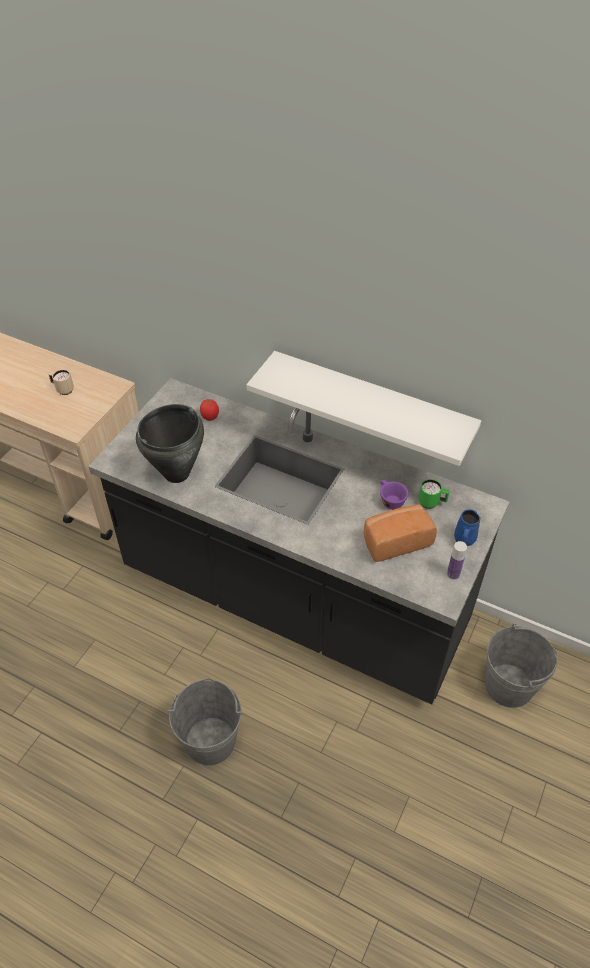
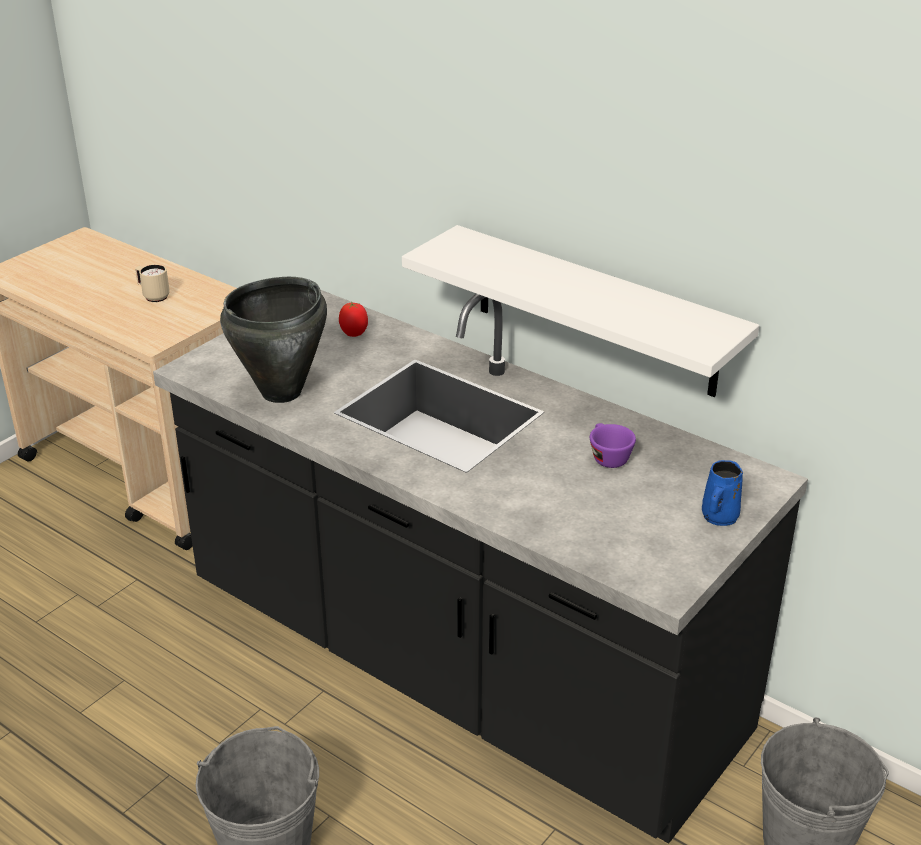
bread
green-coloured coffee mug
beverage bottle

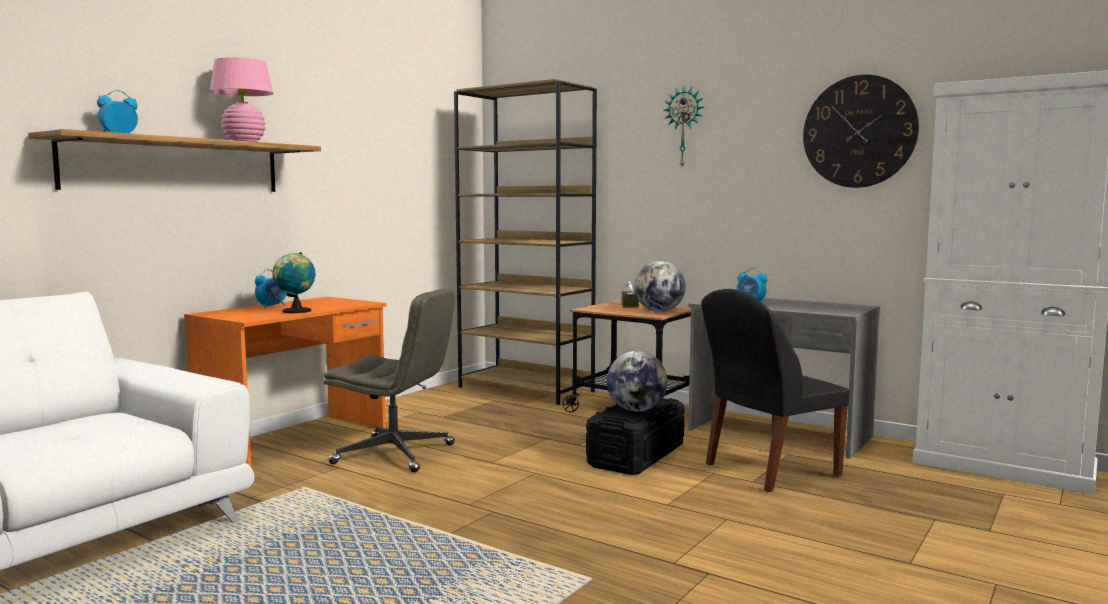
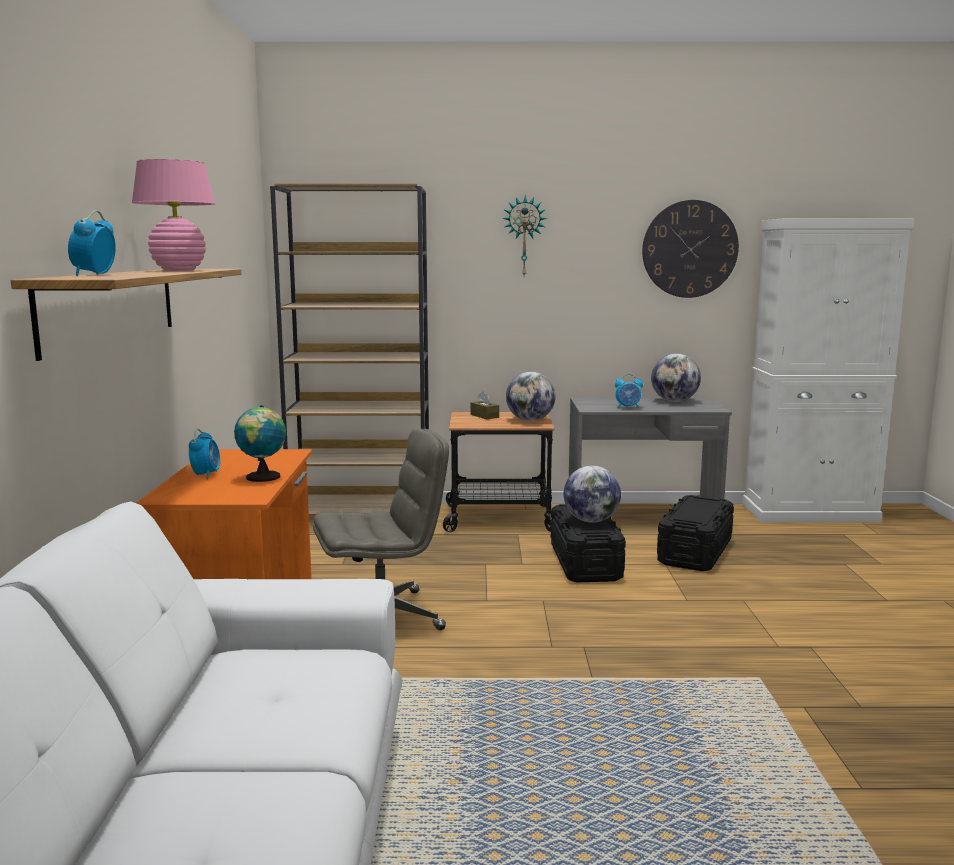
black storage container (no. 2 from left)
world globe (no. 4 from left)

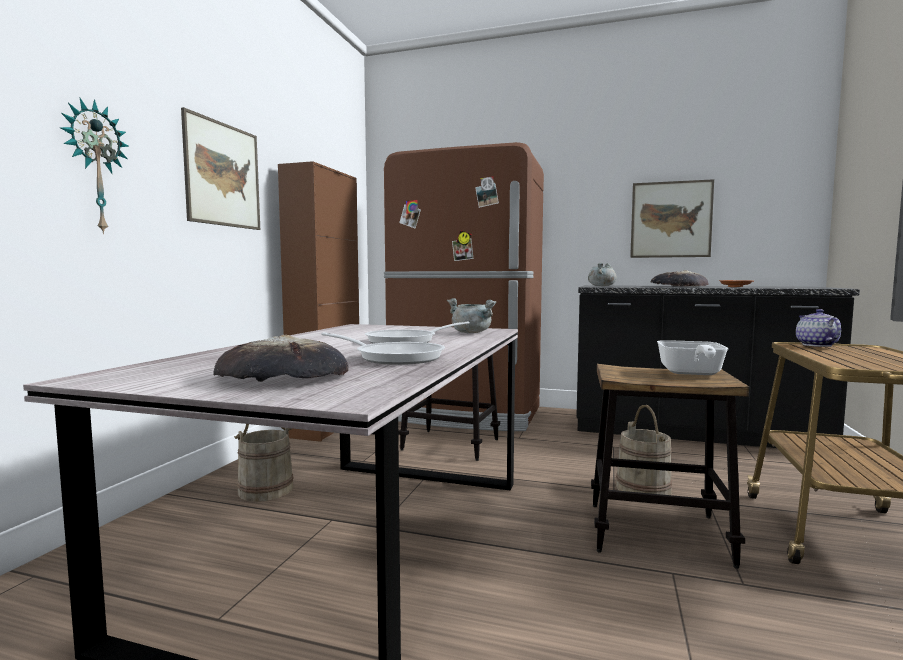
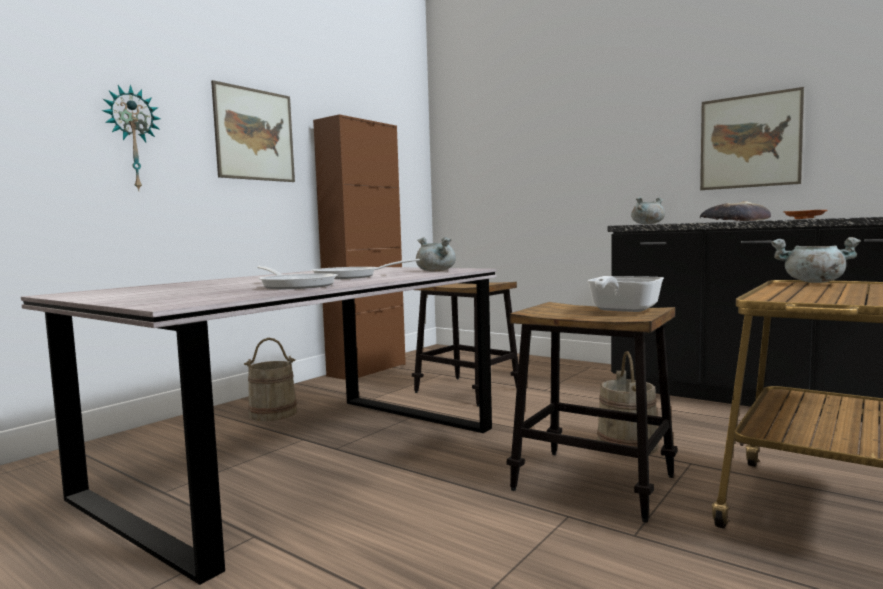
bread (no. 1 from left in the first image)
brown-coloured kitchen fridge
grey saucepot (no. 3 from left)

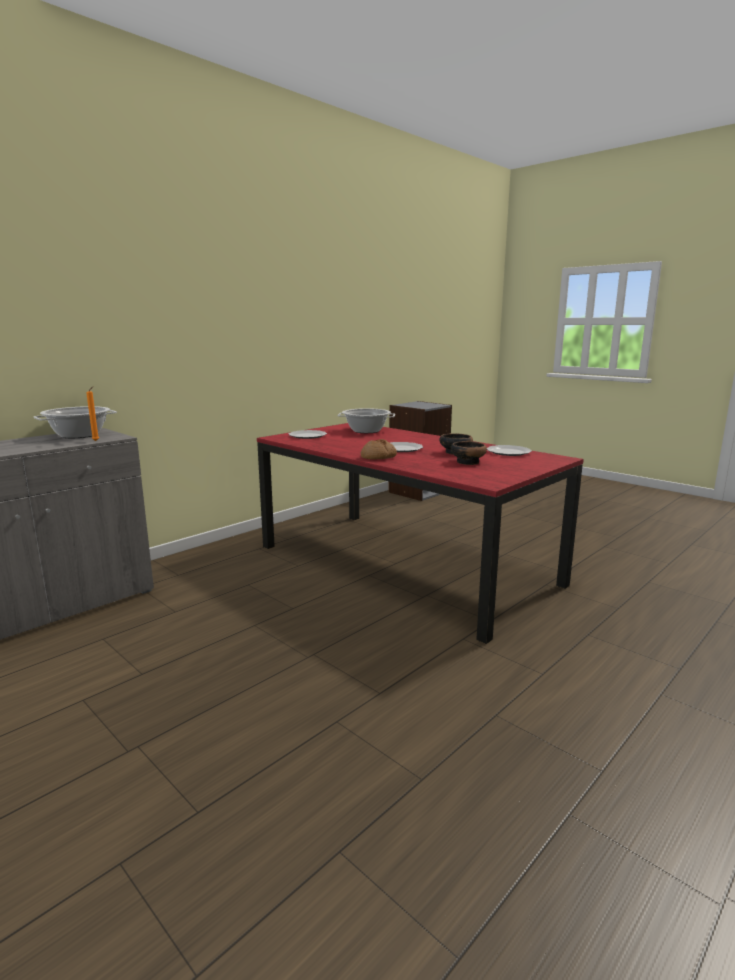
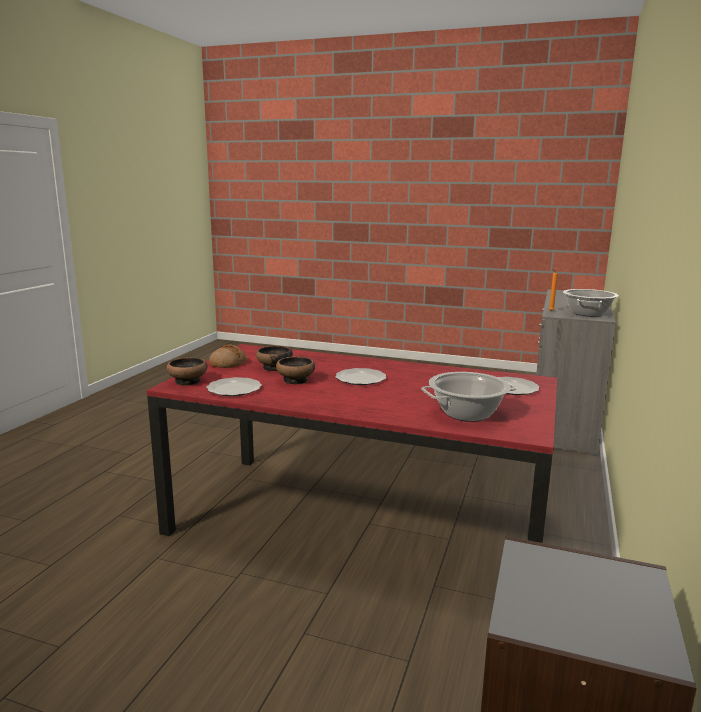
bread
serving bowl (no. 1 from left)

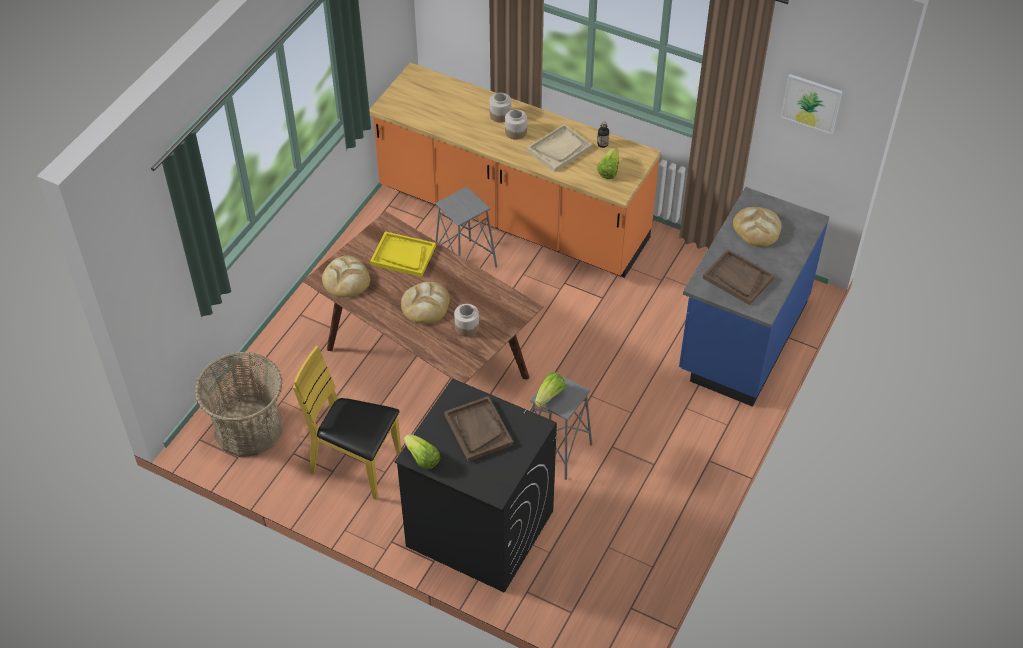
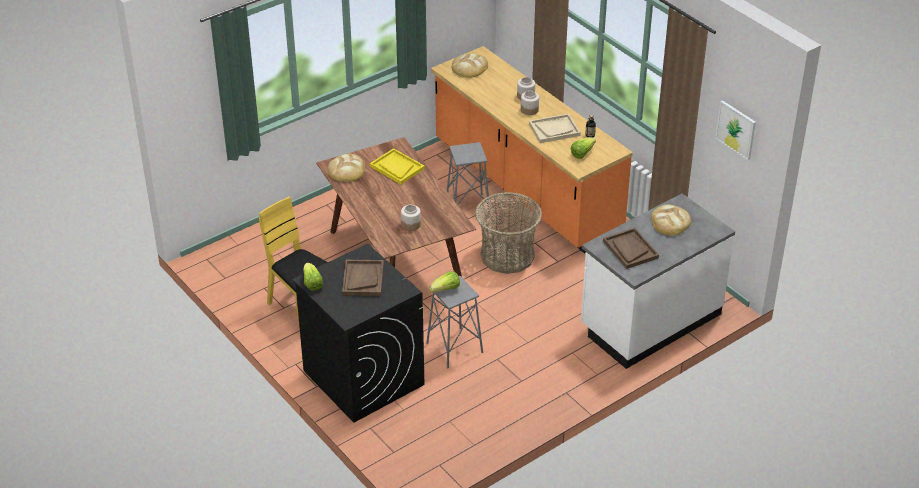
household basket
bread (no. 2 from left)
white-coloured counter

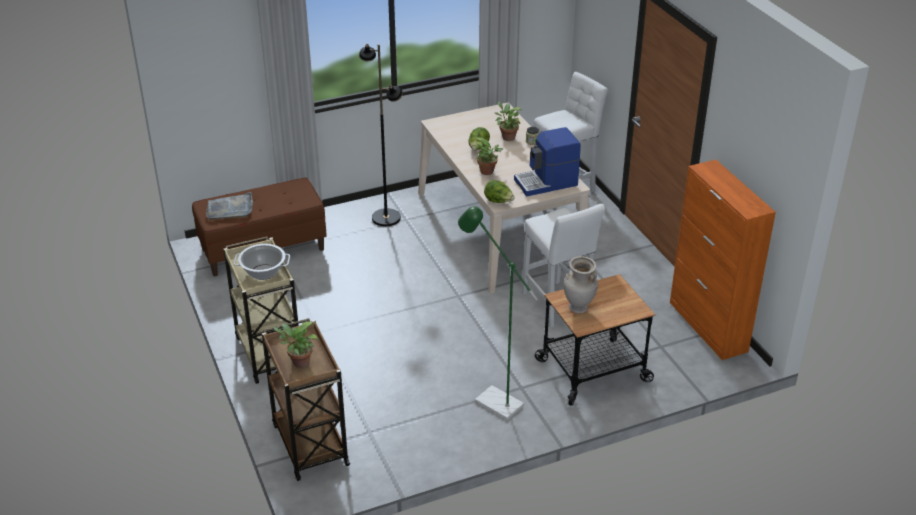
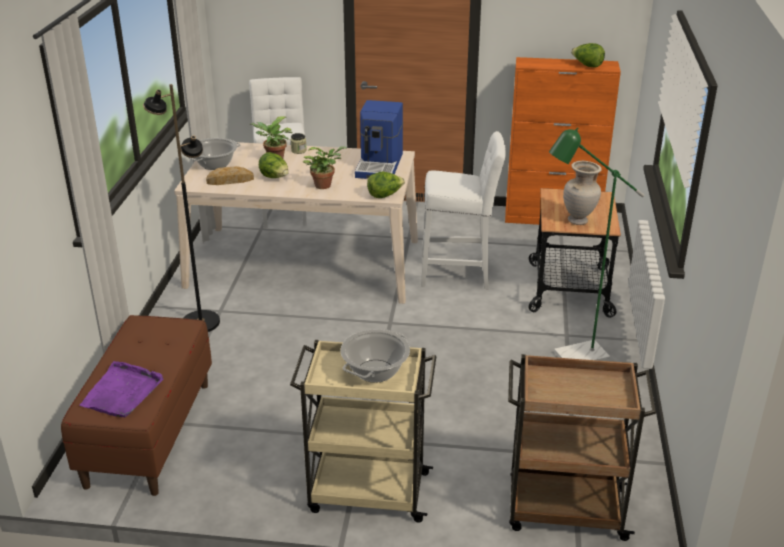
purplish carrying tray
houseplant (no. 1 from left in the first image)
saucepot (no. 1 from left)
bread
lettuce (no. 3 from left)

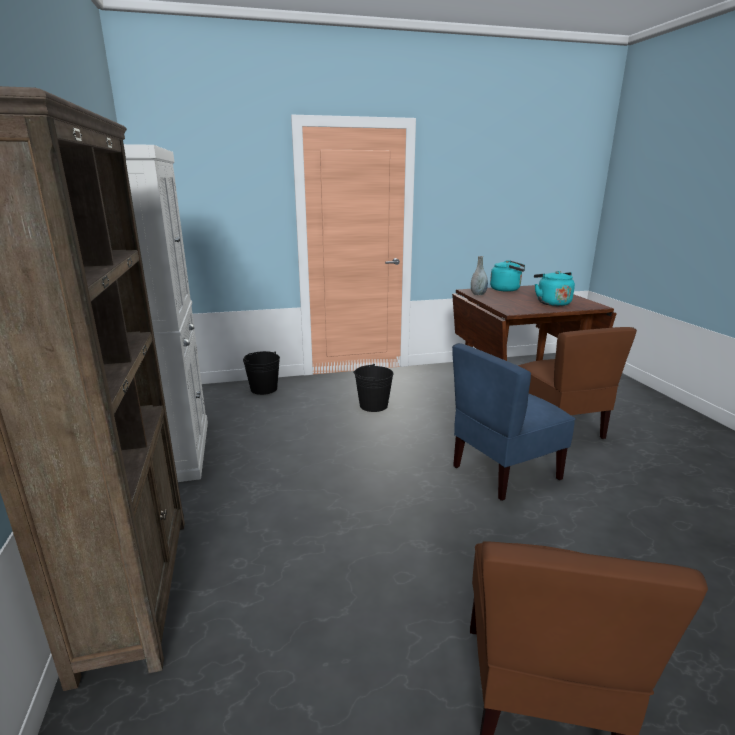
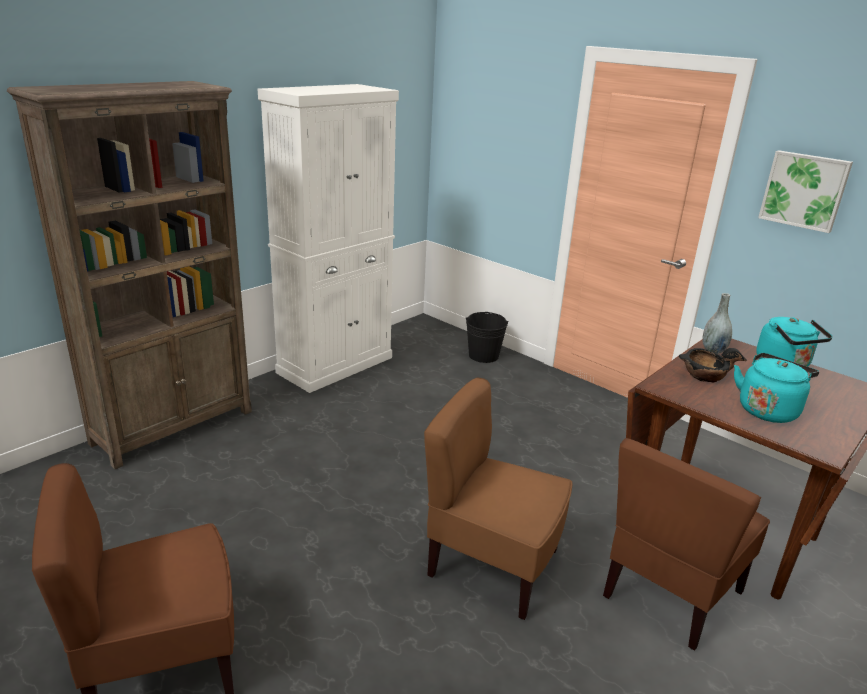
black bucket (no. 2 from left in the first image)
brown-coloured chair (no. 2 from left)
black serving bowl
wall picture

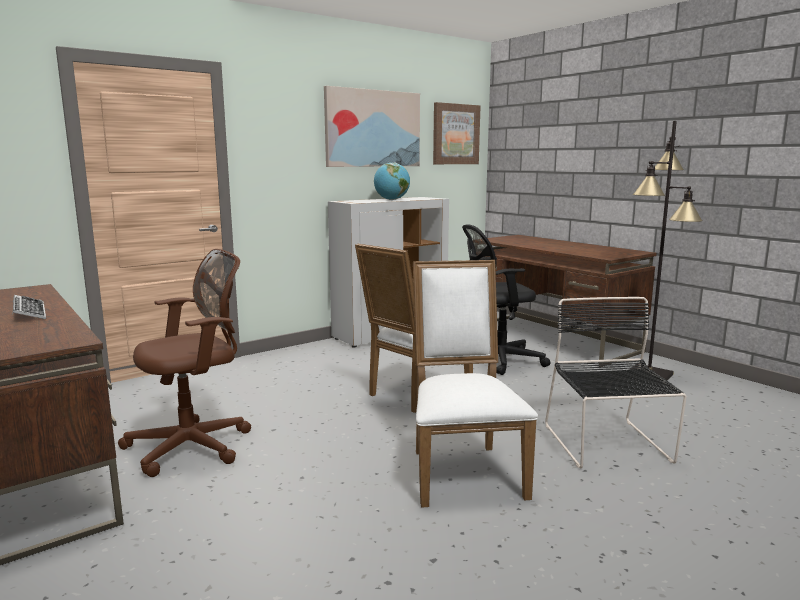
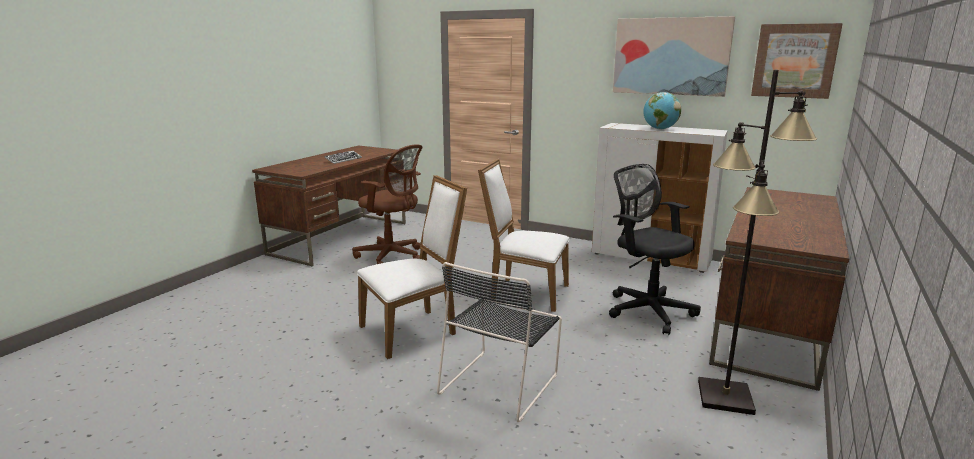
black chair

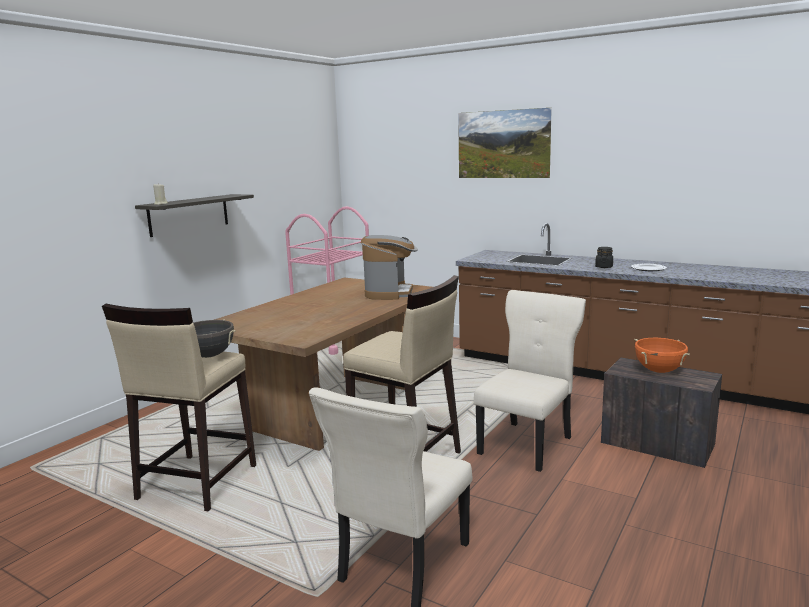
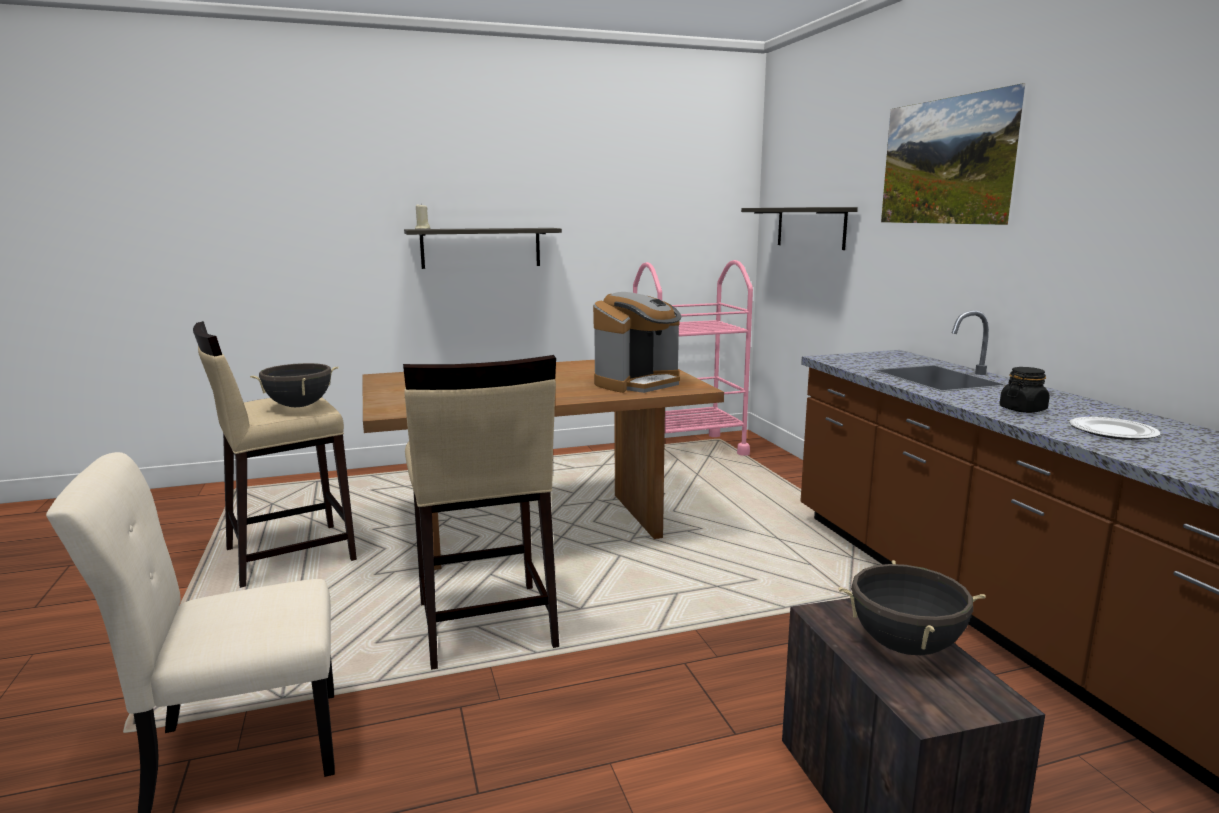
sand-coloured chair (no. 2 from left in the first image)
black saucepot (no. 2 from left)
bracket shelf (no. 2 from left)

